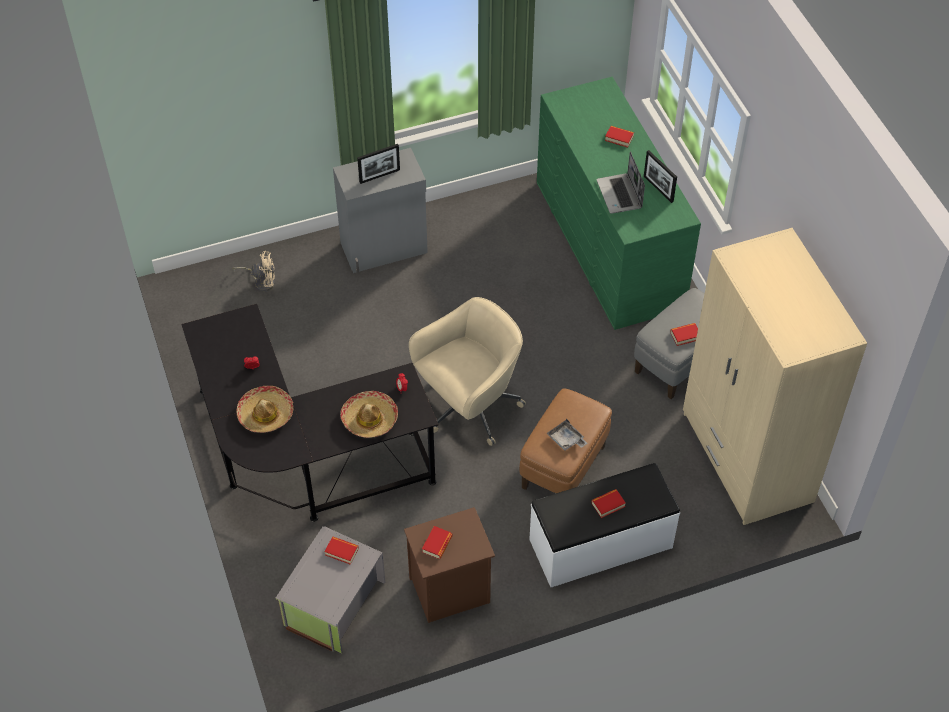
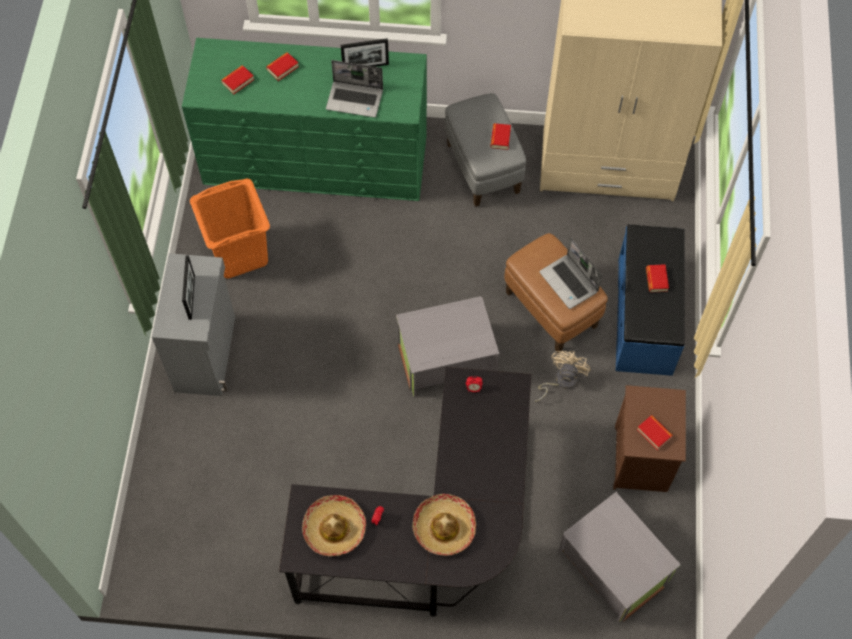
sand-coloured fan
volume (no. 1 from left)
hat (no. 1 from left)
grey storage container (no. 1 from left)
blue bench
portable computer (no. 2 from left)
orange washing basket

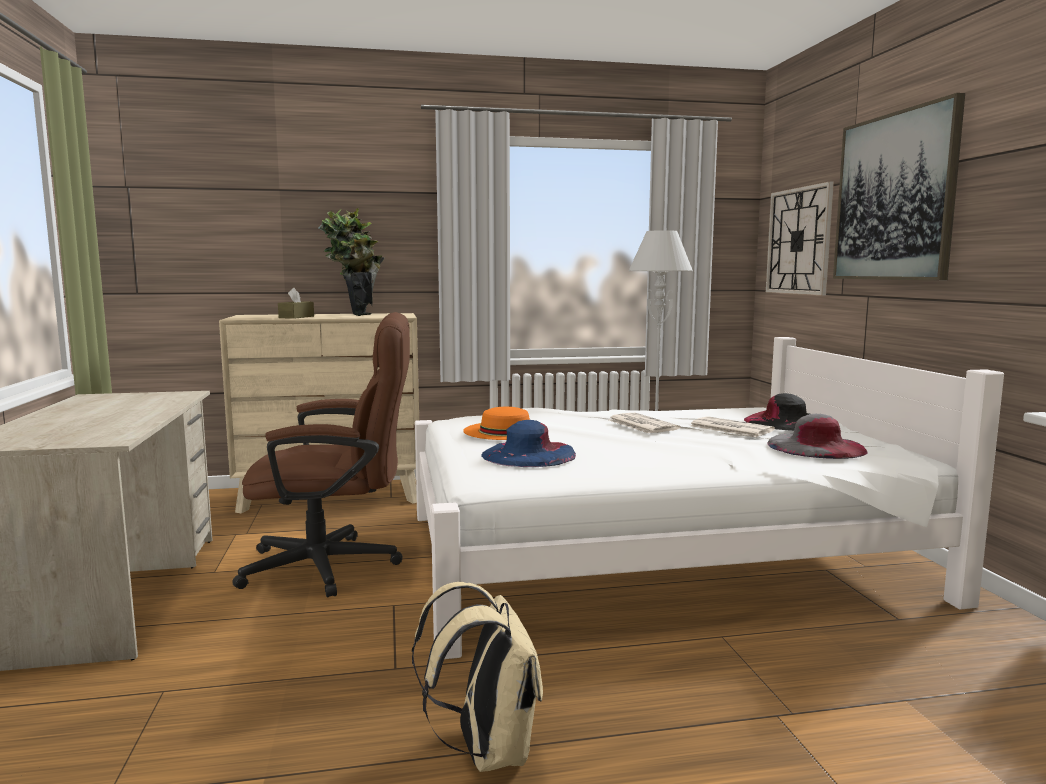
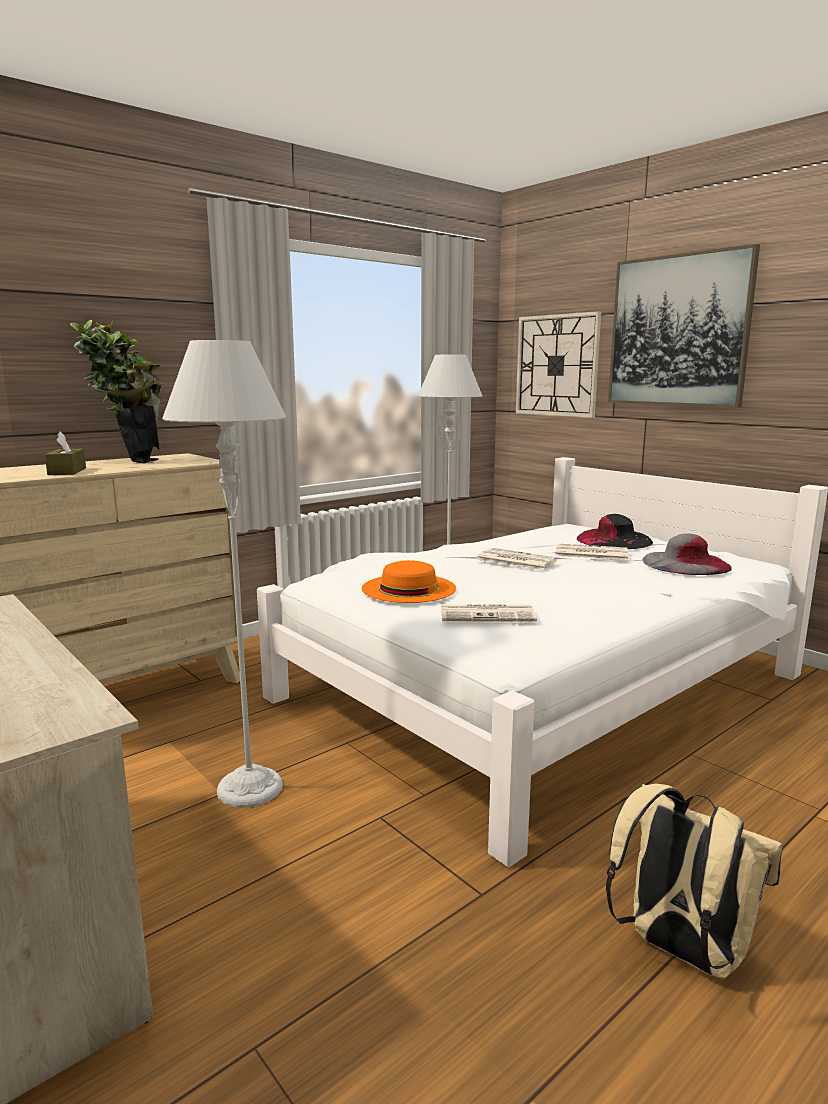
grey standard lamp (no. 1 from left)
daily paper (no. 1 from left)

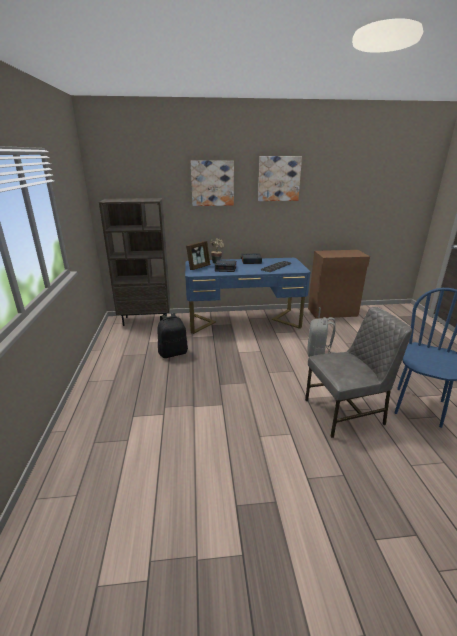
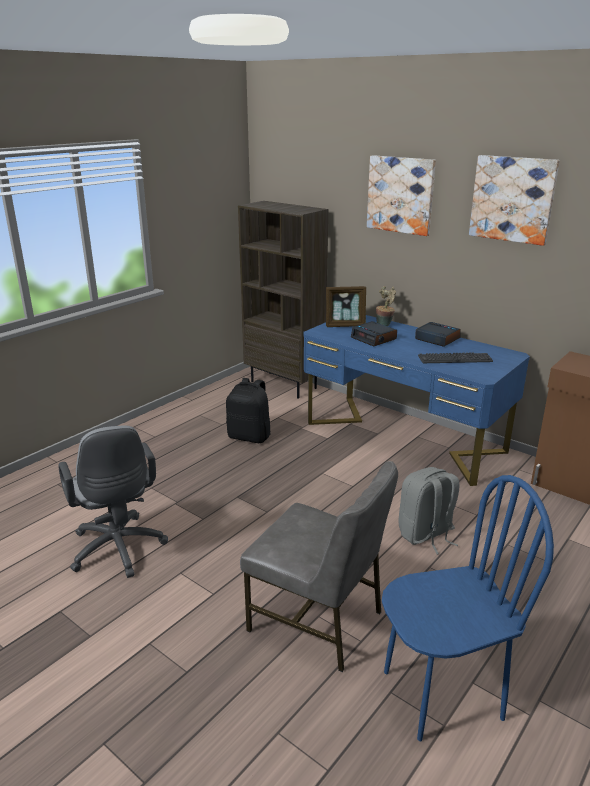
grey office chair

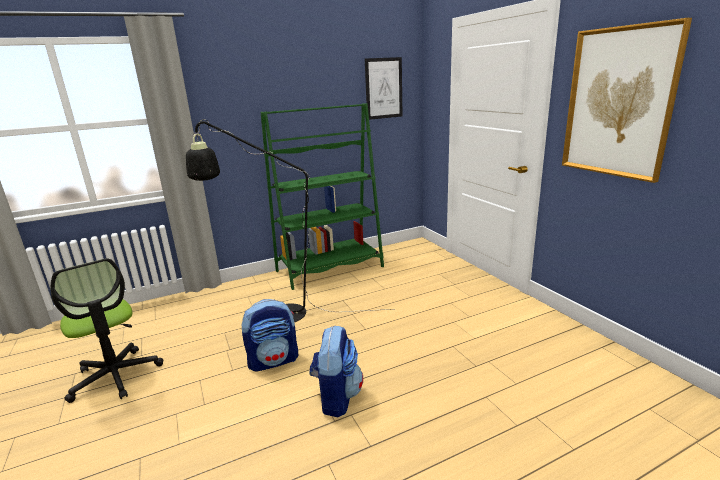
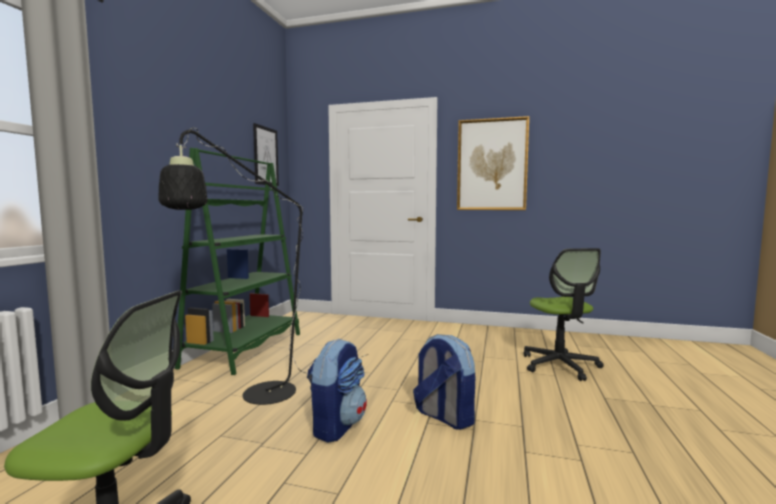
office chair (no. 2 from left)

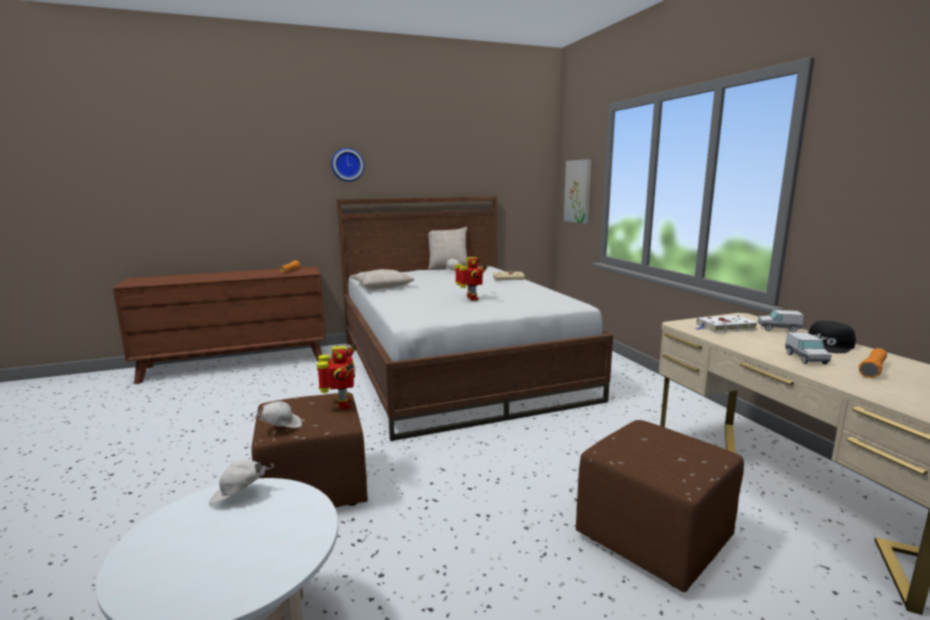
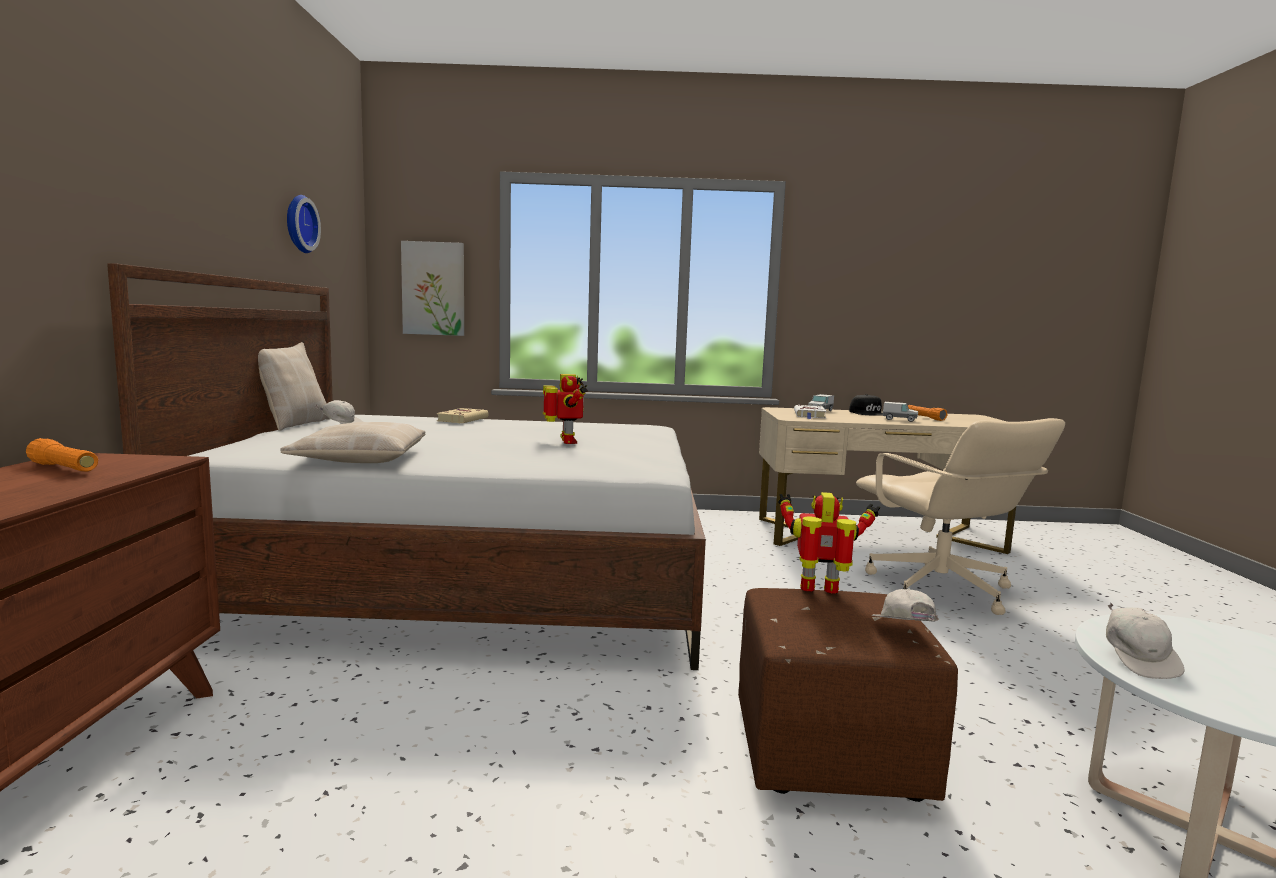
hanging clock
toy robot (no. 1 from left)
sand-coloured office chair

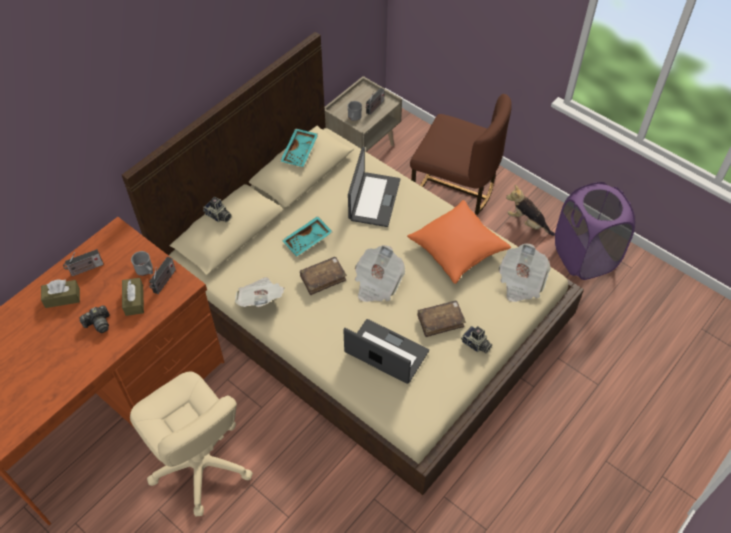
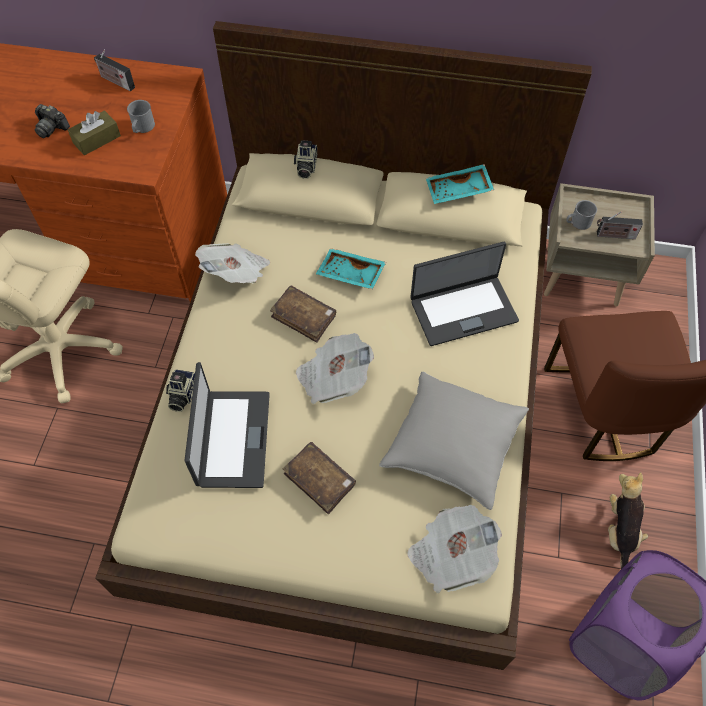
brown-coloured tissue holder (no. 1 from left in the first image)
radio set (no. 2 from left in the first image)
grey throw pillow
still camera (no. 2 from left)

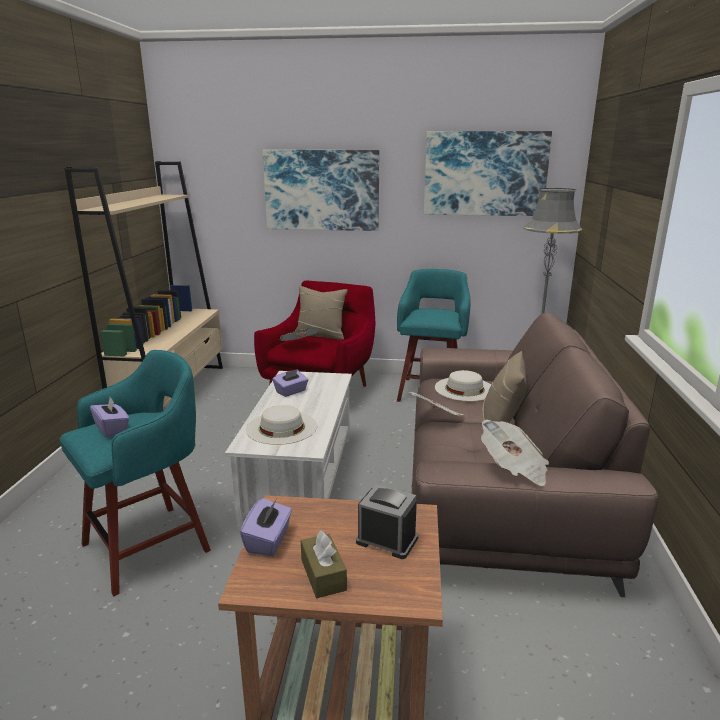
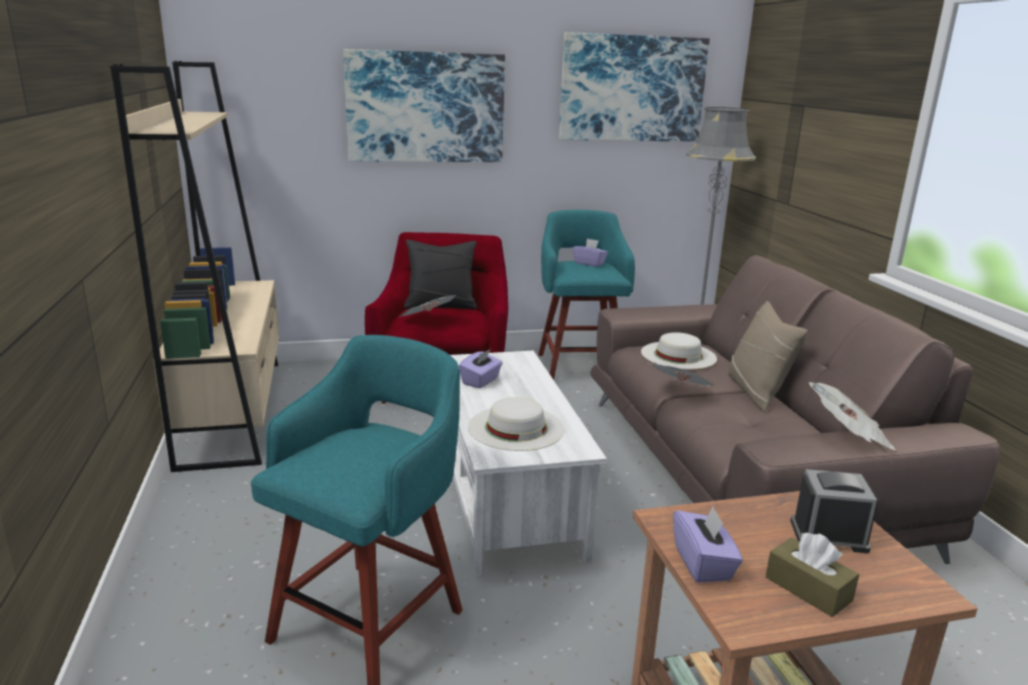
purplish tissue holder (no. 2 from left)
black throw pillow

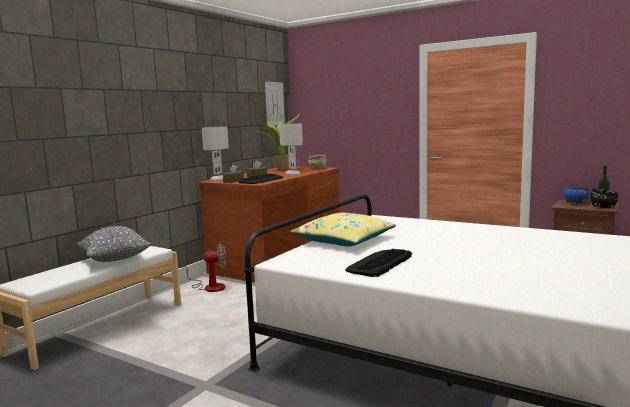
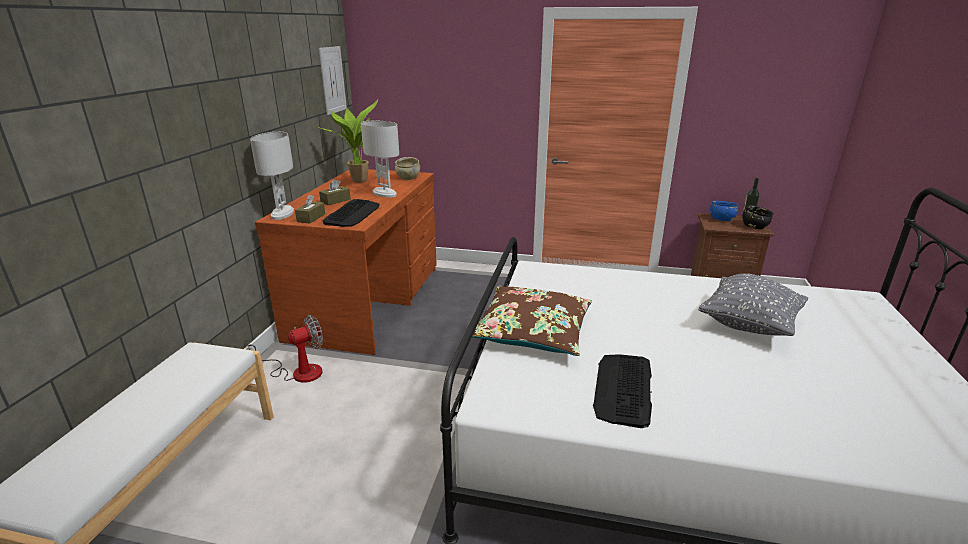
grey throw pillow
brown-coloured throw pillow

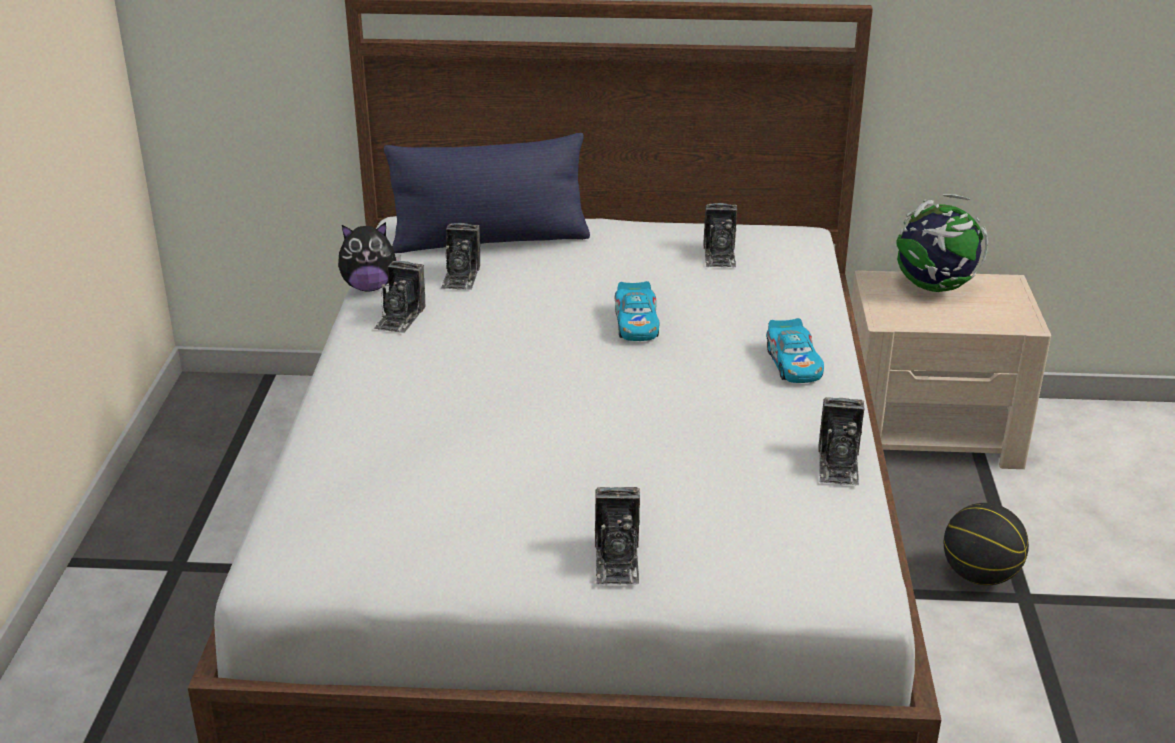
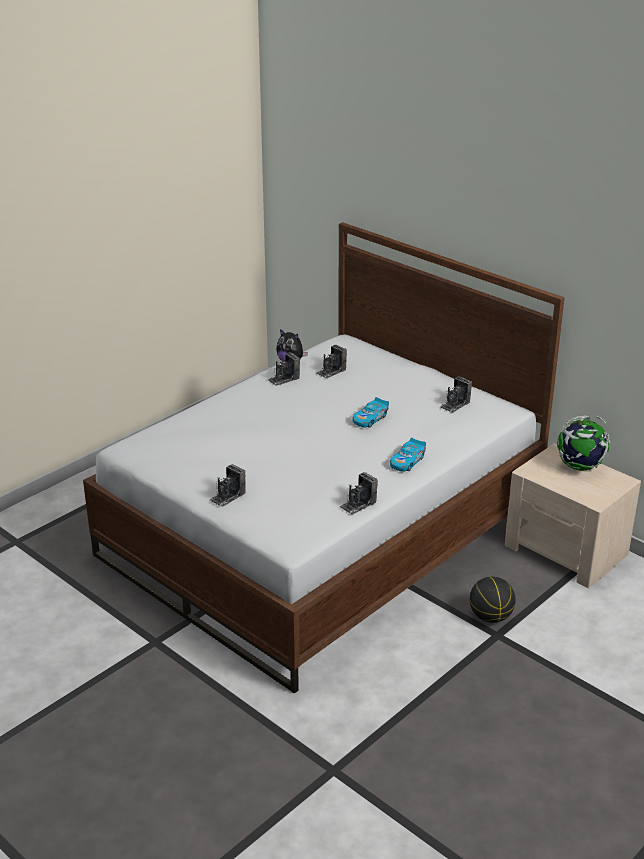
blue throw pillow

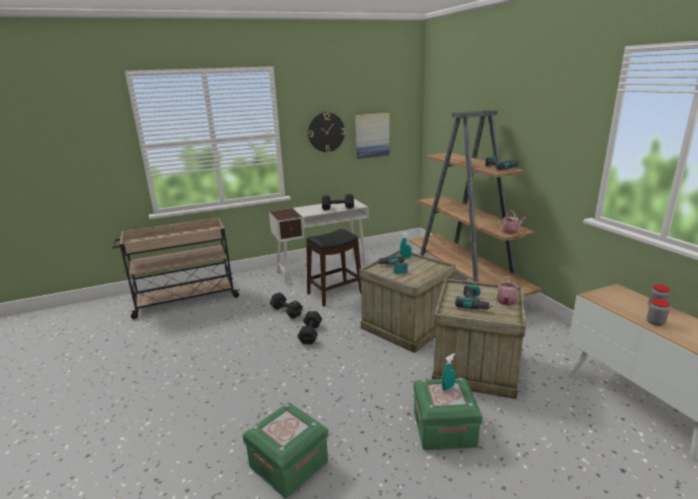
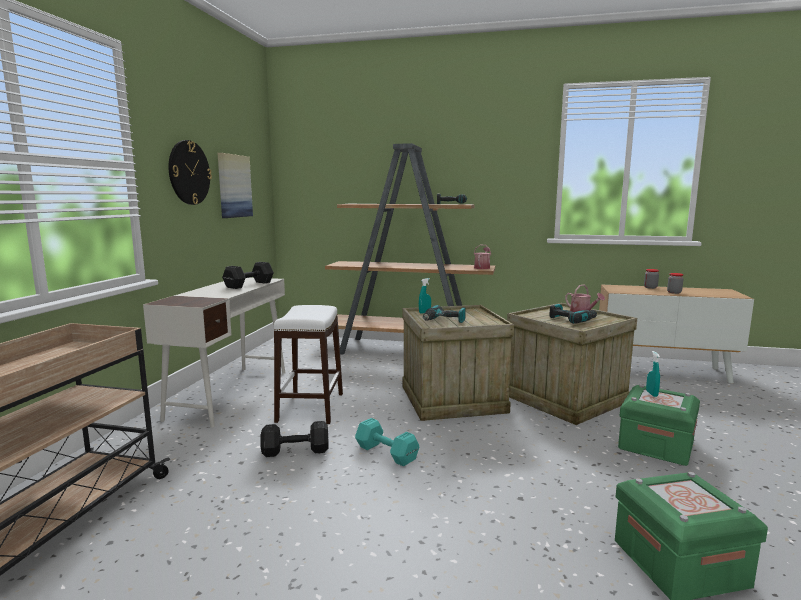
turquoise-coloured dumbbell
white-coloured stool seat

